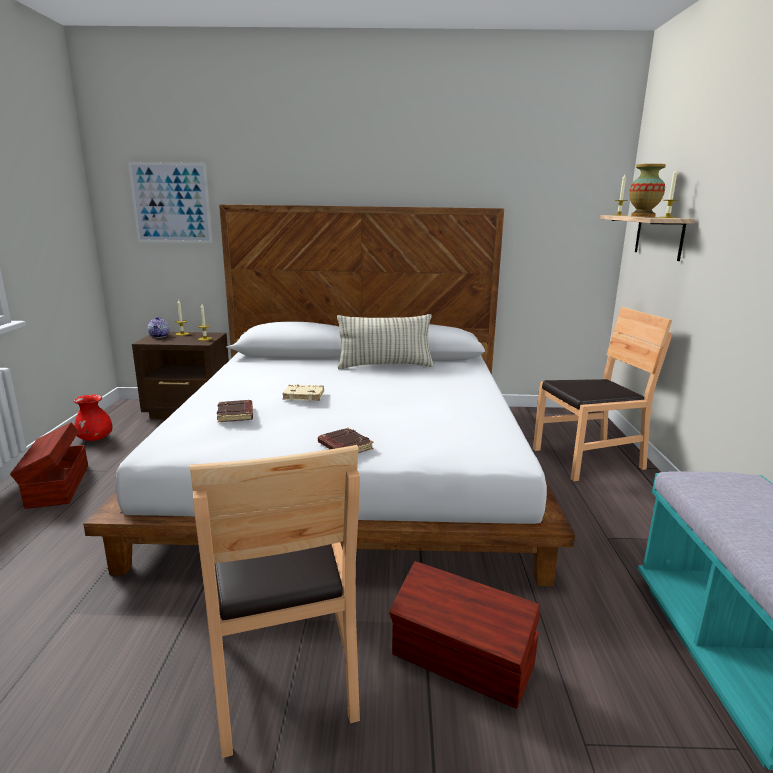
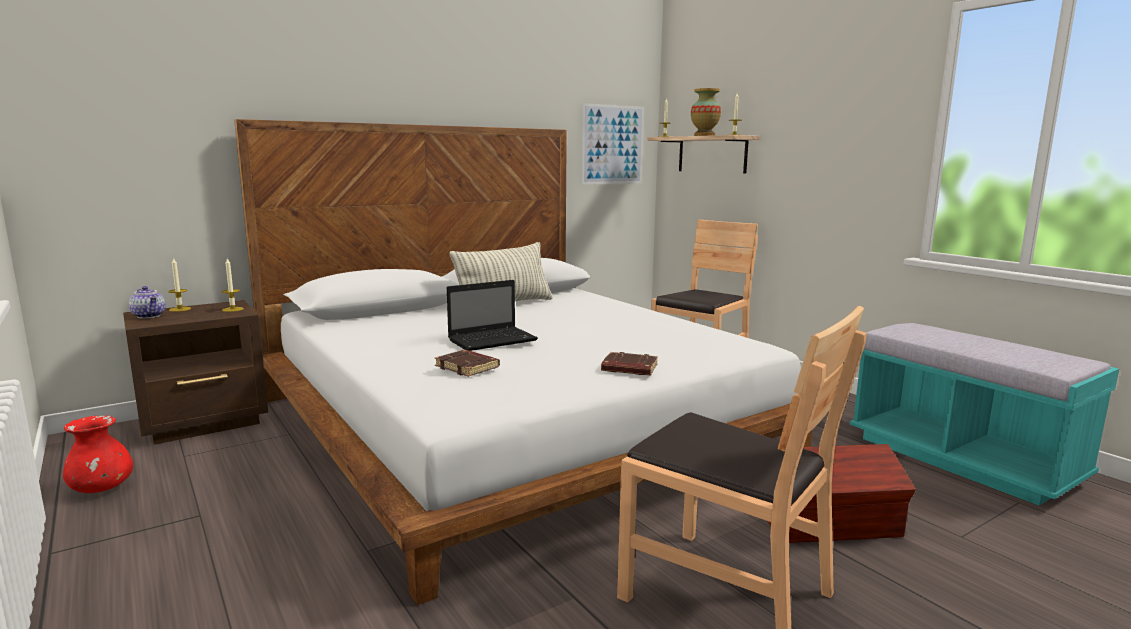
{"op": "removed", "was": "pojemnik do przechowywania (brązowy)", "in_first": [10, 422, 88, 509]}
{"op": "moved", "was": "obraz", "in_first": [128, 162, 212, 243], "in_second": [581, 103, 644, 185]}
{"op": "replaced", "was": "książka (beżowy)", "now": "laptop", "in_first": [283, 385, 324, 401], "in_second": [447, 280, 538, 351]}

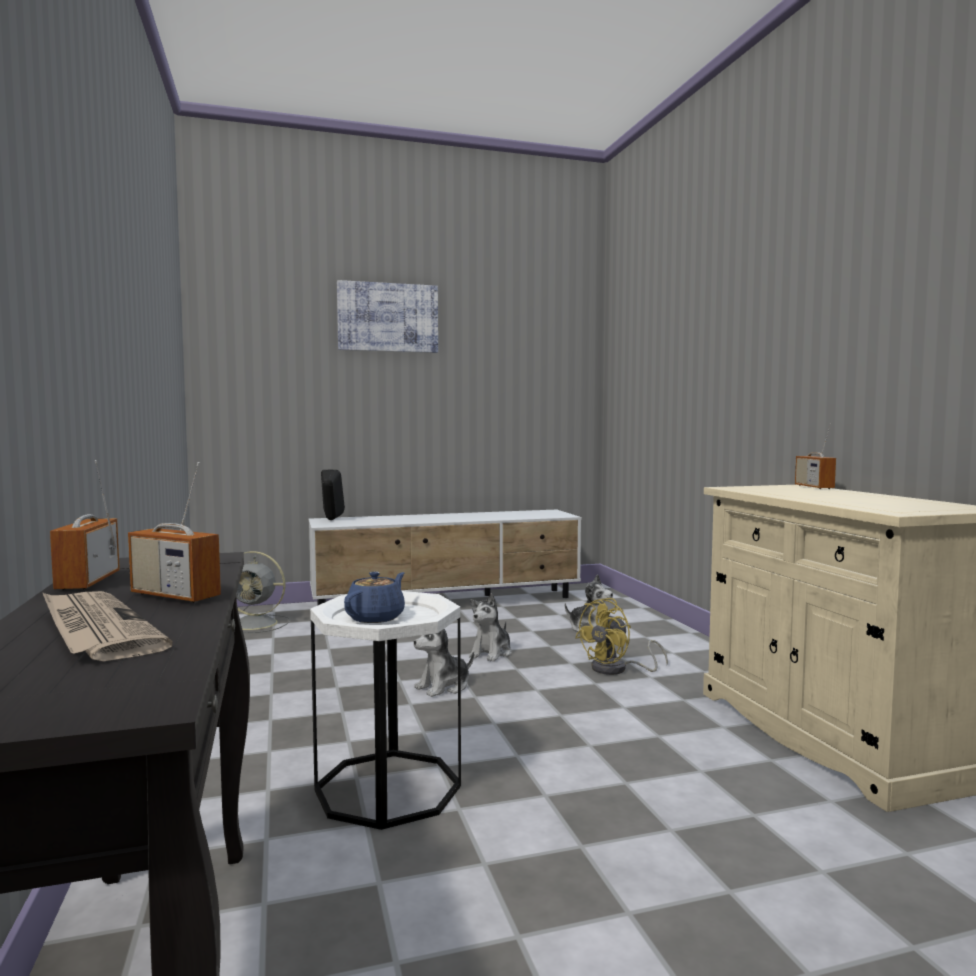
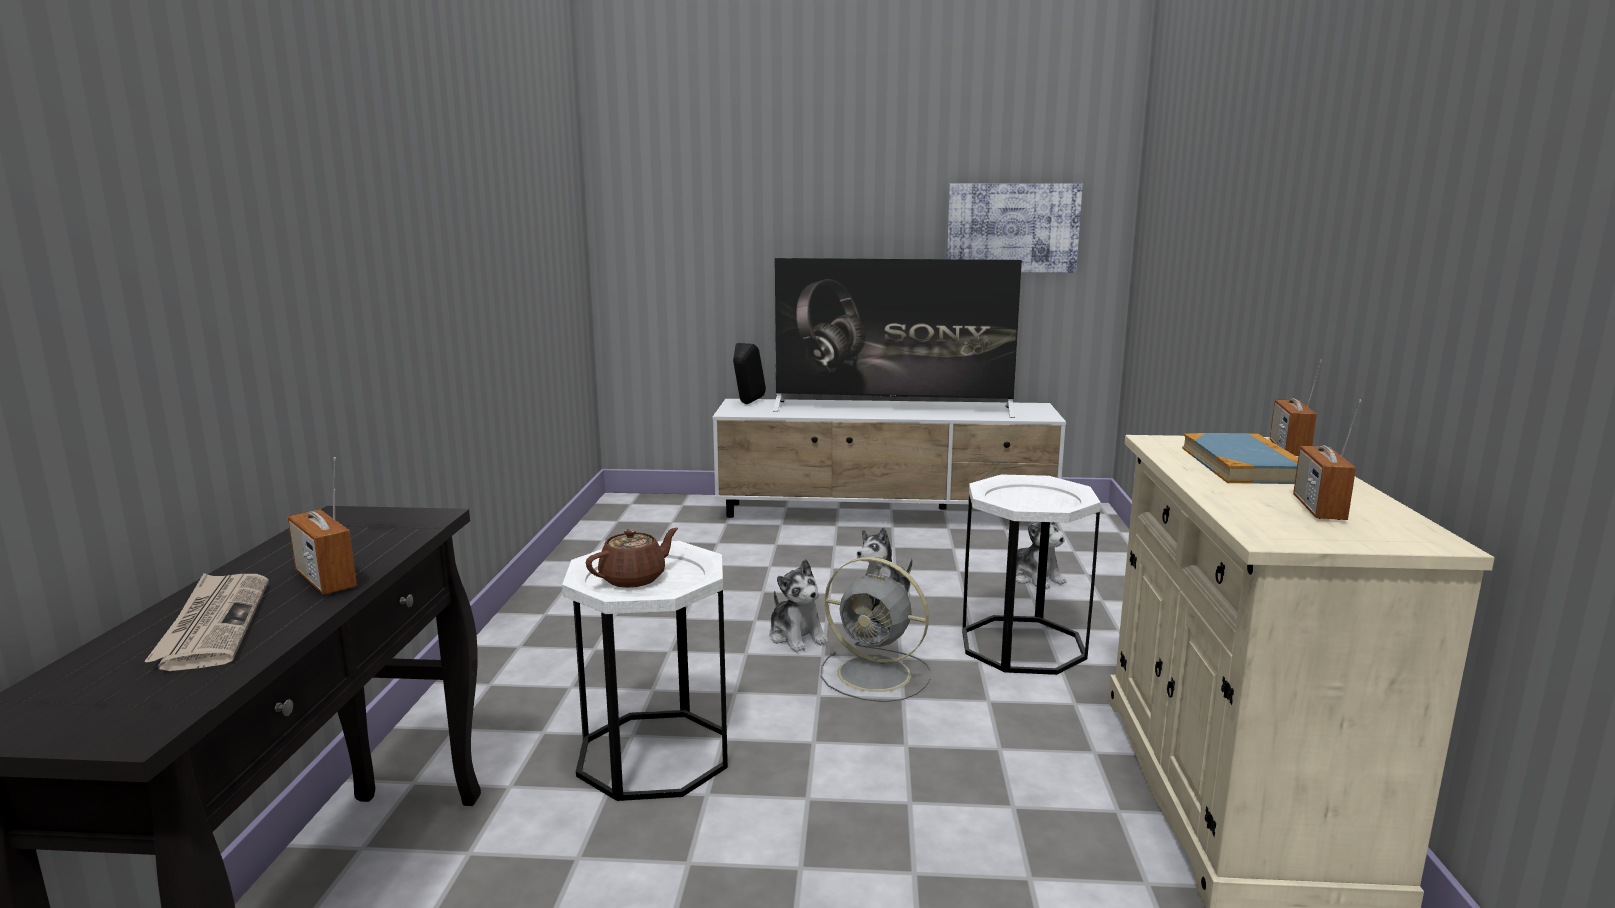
{"op": "moved", "was": "radio", "in_first": [50, 460, 120, 590], "in_second": [1293, 400, 1361, 520]}
{"op": "moved", "was": "wentylator (szary)", "in_first": [236, 551, 290, 633], "in_second": [820, 557, 931, 702]}
{"op": "moved", "was": "obraz", "in_first": [337, 280, 438, 353], "in_second": [947, 183, 1083, 273]}
{"op": "recoloured", "was": "imbryk (niebieski)", "now": "imbryk (brązowy)", "in_first": [344, 572, 405, 623], "in_second": [586, 528, 678, 588]}
{"op": "turned", "was": "pluszak", "in_first": [414, 629, 474, 697], "in_second": [769, 559, 828, 652], "clockwise": -105}
{"op": "replaced", "was": "wentylator (żółty)", "now": "stolik (biały)", "in_first": [575, 598, 668, 675], "in_second": [962, 475, 1101, 675]}
{"op": "added", "now": "telewizor", "in_second": [773, 258, 1022, 418]}
{"op": "added", "now": "książka", "in_second": [1182, 433, 1298, 484]}

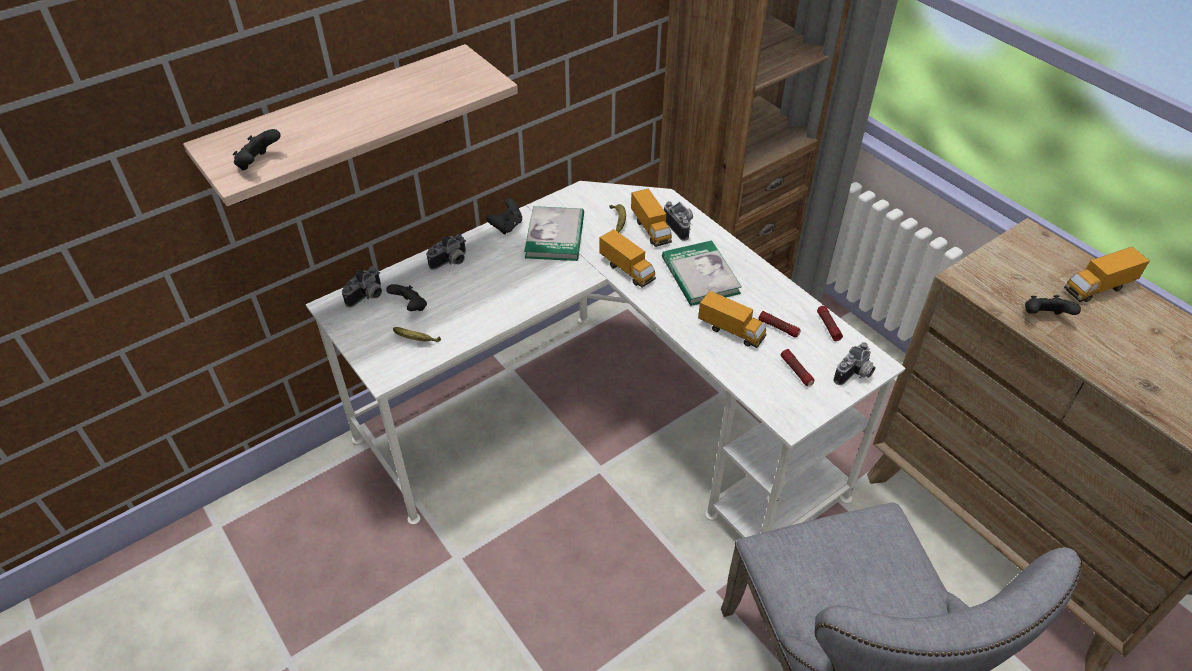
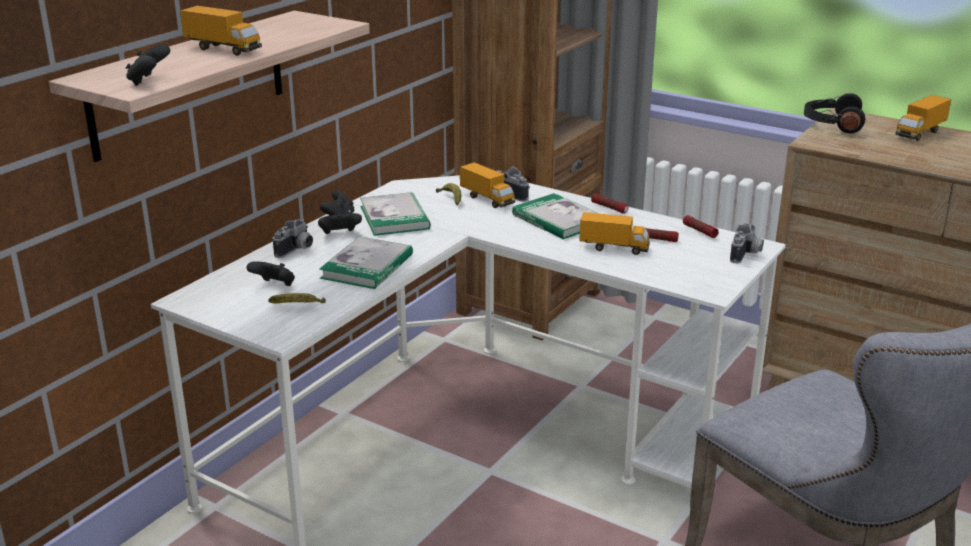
{"op": "removed", "was": "aparat fotograficzny", "in_first": [342, 266, 382, 308]}
{"op": "moved", "was": "ciężarówka zabawkowa", "in_first": [599, 229, 656, 288], "in_second": [180, 6, 262, 56]}
{"op": "moved", "was": "latarka", "in_first": [781, 349, 814, 386], "in_second": [591, 193, 629, 214]}
{"op": "moved", "was": "pad do gier (czarny)", "in_first": [1025, 295, 1081, 315], "in_second": [318, 212, 362, 234]}
{"op": "added", "now": "książka", "in_second": [319, 236, 413, 289]}
{"op": "added", "now": "słuchawki (czarny)", "in_second": [804, 93, 865, 133]}

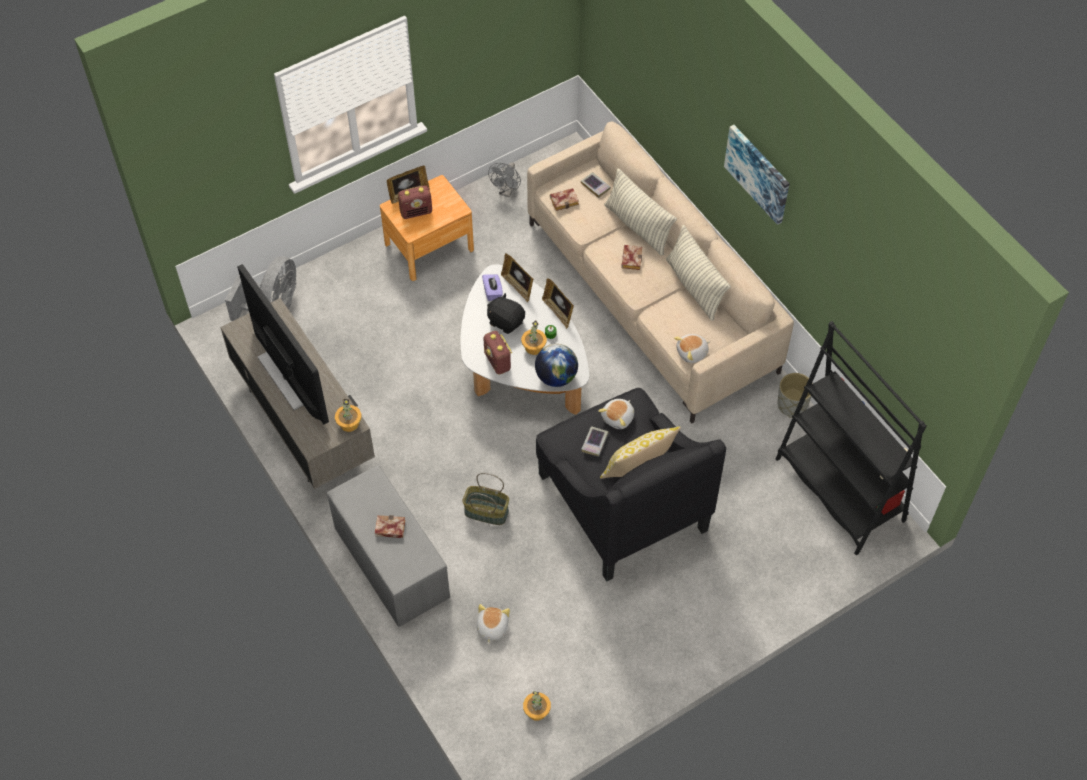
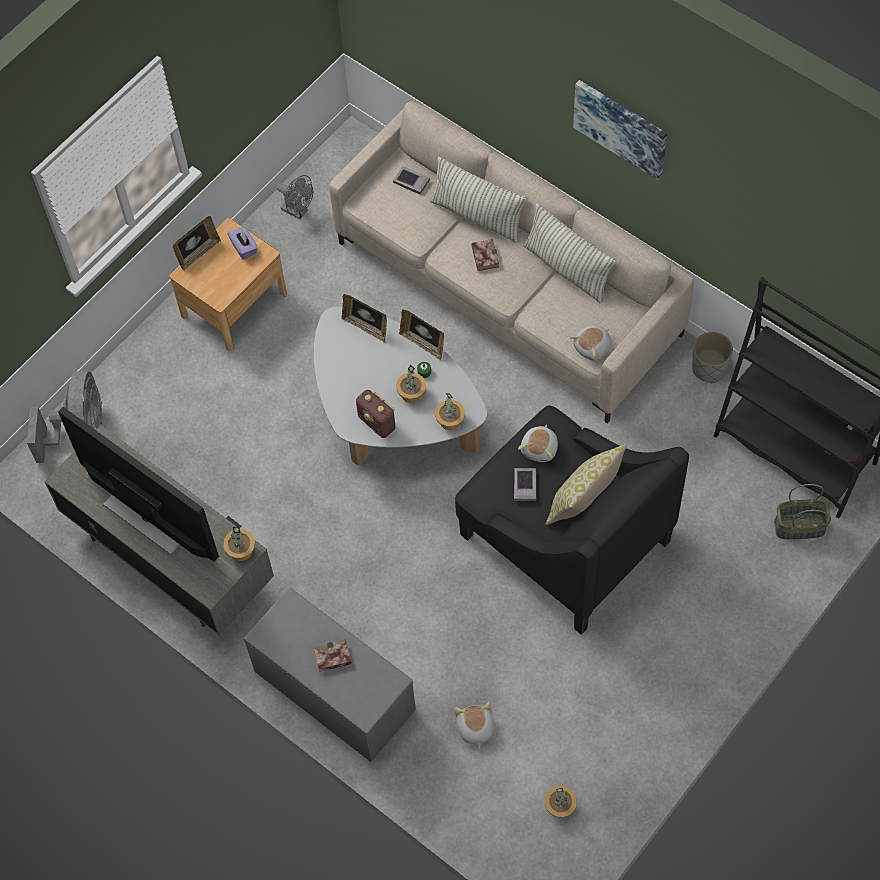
{"op": "removed", "was": "radio", "in_first": [398, 186, 432, 219]}
{"op": "moved", "was": "koszyk", "in_first": [462, 473, 509, 525], "in_second": [774, 484, 831, 539]}
{"op": "moved", "was": "pudełko chusteczek (fioletowy)", "in_first": [482, 275, 503, 301], "in_second": [228, 227, 258, 260]}
{"op": "removed", "was": "pluszak (czarny)", "in_first": [487, 293, 525, 334]}
{"op": "turned", "was": "wentylator (szary)", "in_first": [488, 162, 521, 197], "in_second": [276, 175, 313, 219], "clockwise": -60}
{"op": "replaced", "was": "globus", "now": "roślina doniczkowa", "in_first": [535, 344, 578, 387], "in_second": [435, 393, 465, 430]}
{"op": "removed", "was": "książka", "in_first": [550, 188, 579, 211]}

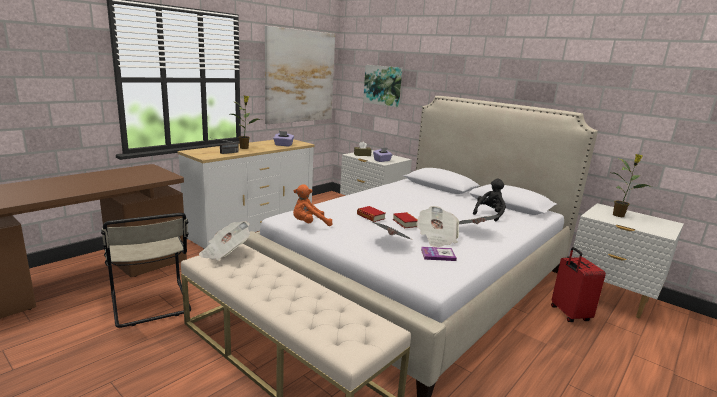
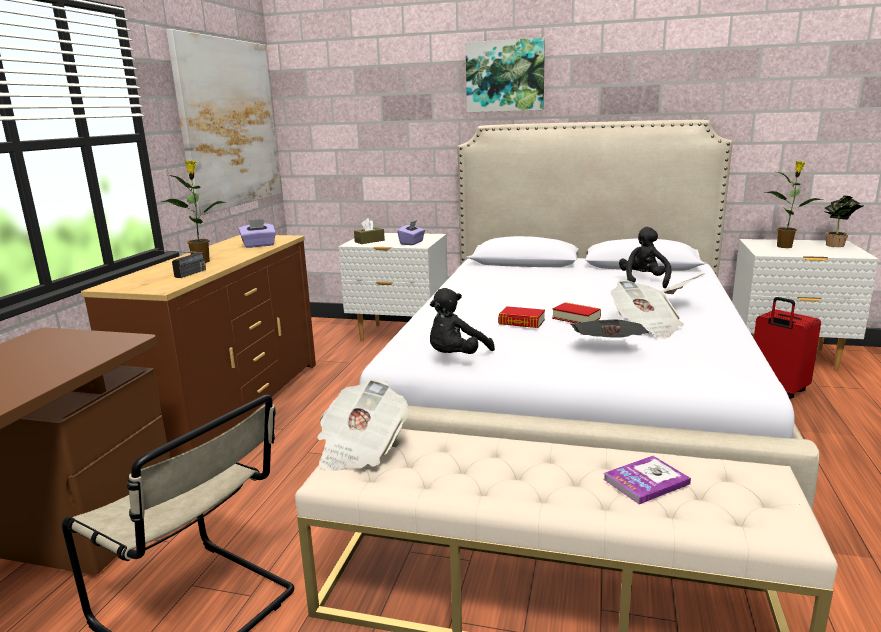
{"op": "recoloured", "was": "komoda (biały)", "now": "komoda (brązowy)", "in_first": [177, 139, 314, 249], "in_second": [81, 235, 316, 458]}
{"op": "recoloured", "was": "pluszak (pomarańczowy)", "now": "pluszak (czarny)", "in_first": [293, 184, 332, 226], "in_second": [430, 288, 495, 354]}
{"op": "moved", "was": "obraz", "in_first": [363, 65, 402, 107], "in_second": [466, 38, 545, 112]}
{"op": "moved", "was": "książka", "in_first": [421, 247, 457, 261], "in_second": [603, 456, 691, 504]}
{"op": "added", "now": "roślina doniczkowa", "in_second": [823, 196, 863, 247]}

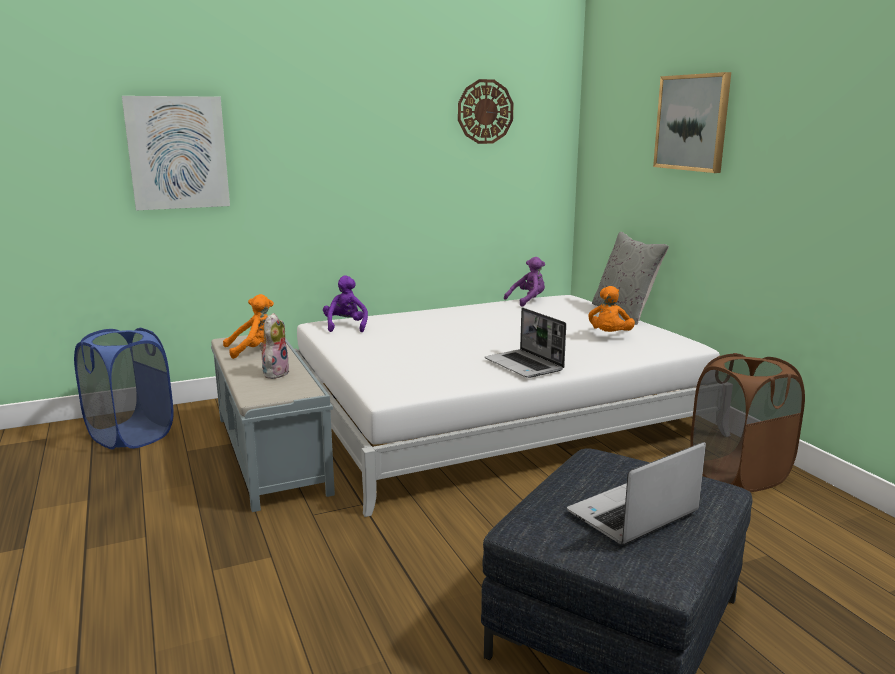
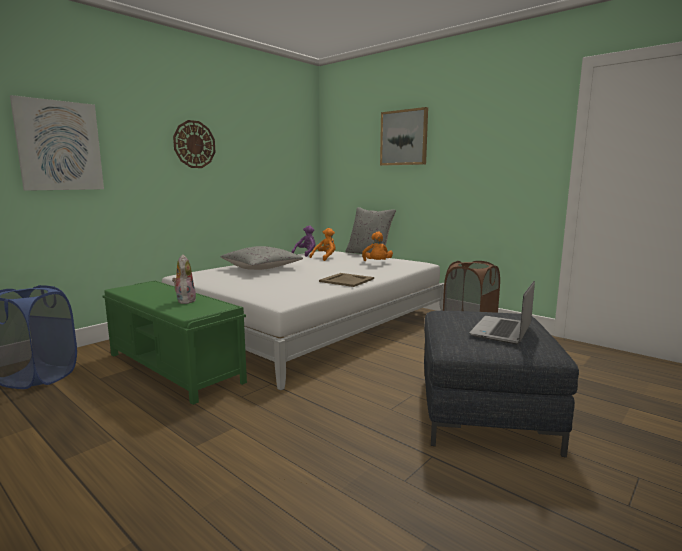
{"op": "recoloured", "was": "ławka (szary)", "now": "ławka (zielony)", "in_first": [211, 335, 335, 512], "in_second": [102, 281, 247, 405]}
{"op": "moved", "was": "pluszak (pomarańczowy)", "in_first": [223, 294, 274, 359], "in_second": [309, 228, 336, 261]}
{"op": "removed", "was": "pluszak (fioletowy)", "in_first": [323, 275, 368, 332]}
{"op": "moved", "was": "zegar ścienny", "in_first": [458, 79, 514, 144], "in_second": [173, 120, 215, 168]}
{"op": "replaced", "was": "laptop", "now": "taca (beżowy)", "in_first": [485, 308, 566, 378], "in_second": [319, 273, 374, 287]}
{"op": "added", "now": "poduszka (szary)", "in_second": [220, 246, 303, 270]}

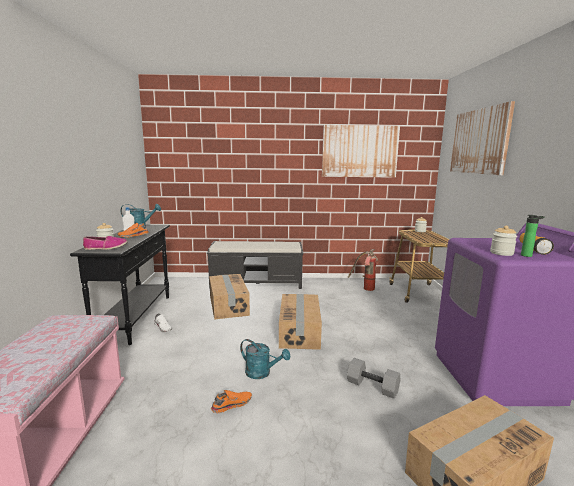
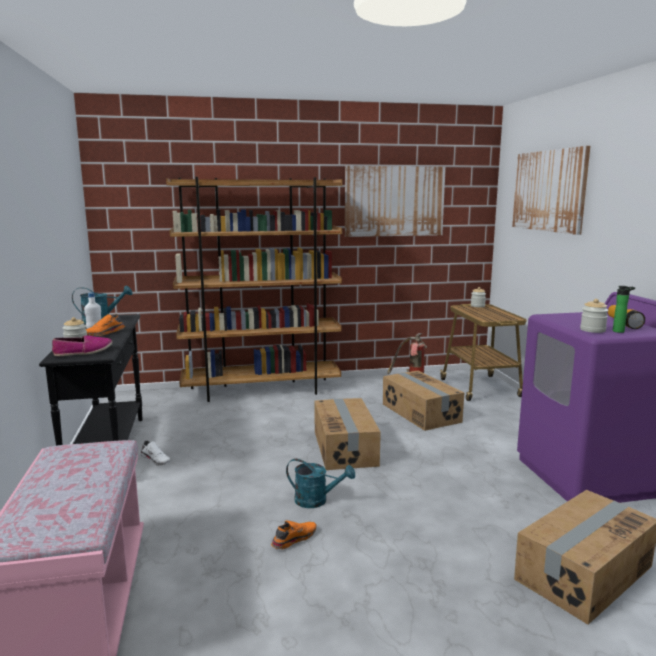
{"op": "replaced", "was": "ławka (czarny)", "now": "regał (brązowy)", "in_first": [207, 241, 304, 289], "in_second": [166, 177, 342, 402]}
{"op": "moved", "was": "karton", "in_first": [209, 274, 250, 320], "in_second": [383, 371, 464, 431]}
{"op": "removed", "was": "hantel (szary)", "in_first": [347, 358, 401, 399]}

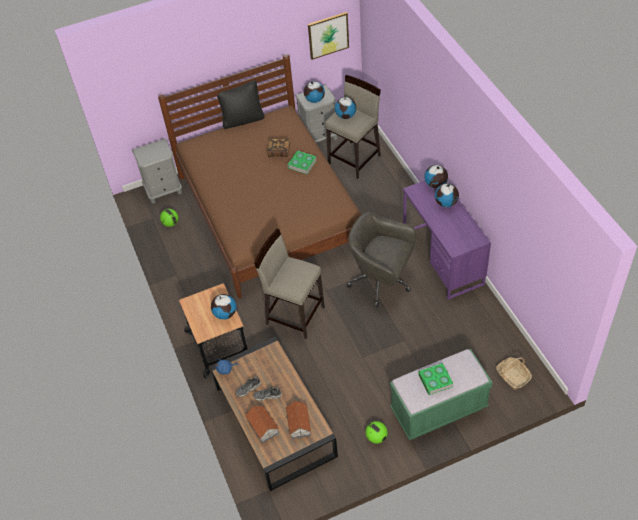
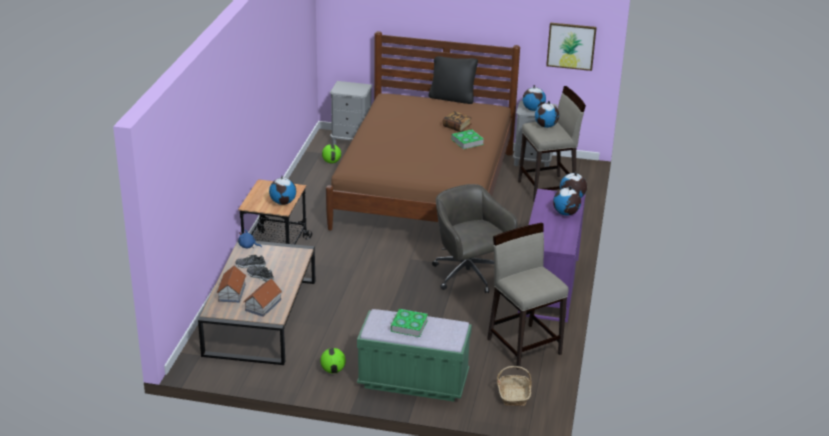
{"op": "moved", "was": "stołek (beżowy)", "in_first": [254, 229, 325, 339], "in_second": [487, 223, 569, 369]}

